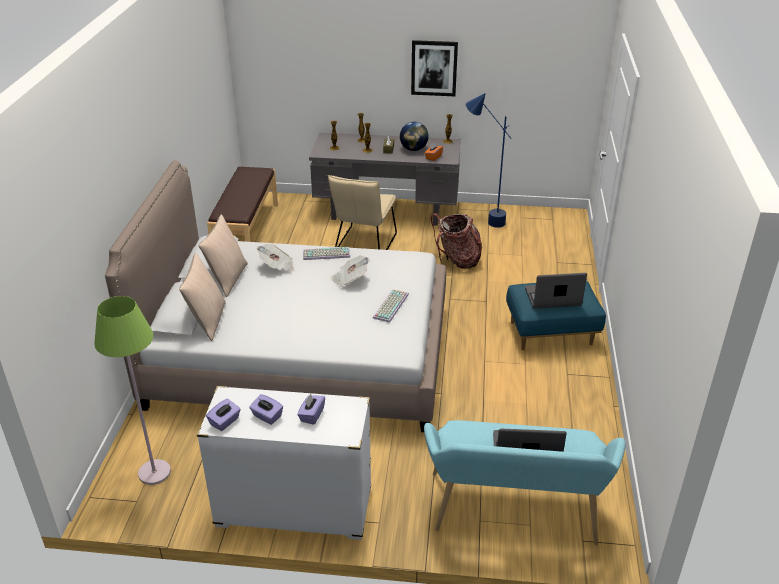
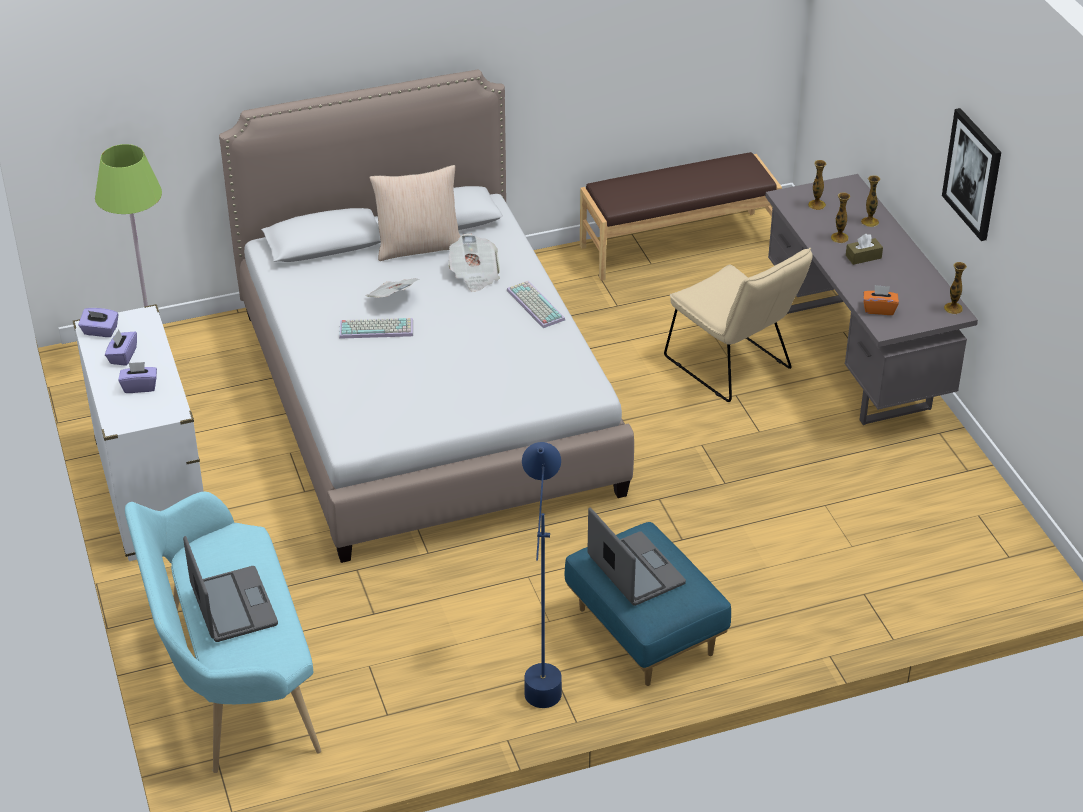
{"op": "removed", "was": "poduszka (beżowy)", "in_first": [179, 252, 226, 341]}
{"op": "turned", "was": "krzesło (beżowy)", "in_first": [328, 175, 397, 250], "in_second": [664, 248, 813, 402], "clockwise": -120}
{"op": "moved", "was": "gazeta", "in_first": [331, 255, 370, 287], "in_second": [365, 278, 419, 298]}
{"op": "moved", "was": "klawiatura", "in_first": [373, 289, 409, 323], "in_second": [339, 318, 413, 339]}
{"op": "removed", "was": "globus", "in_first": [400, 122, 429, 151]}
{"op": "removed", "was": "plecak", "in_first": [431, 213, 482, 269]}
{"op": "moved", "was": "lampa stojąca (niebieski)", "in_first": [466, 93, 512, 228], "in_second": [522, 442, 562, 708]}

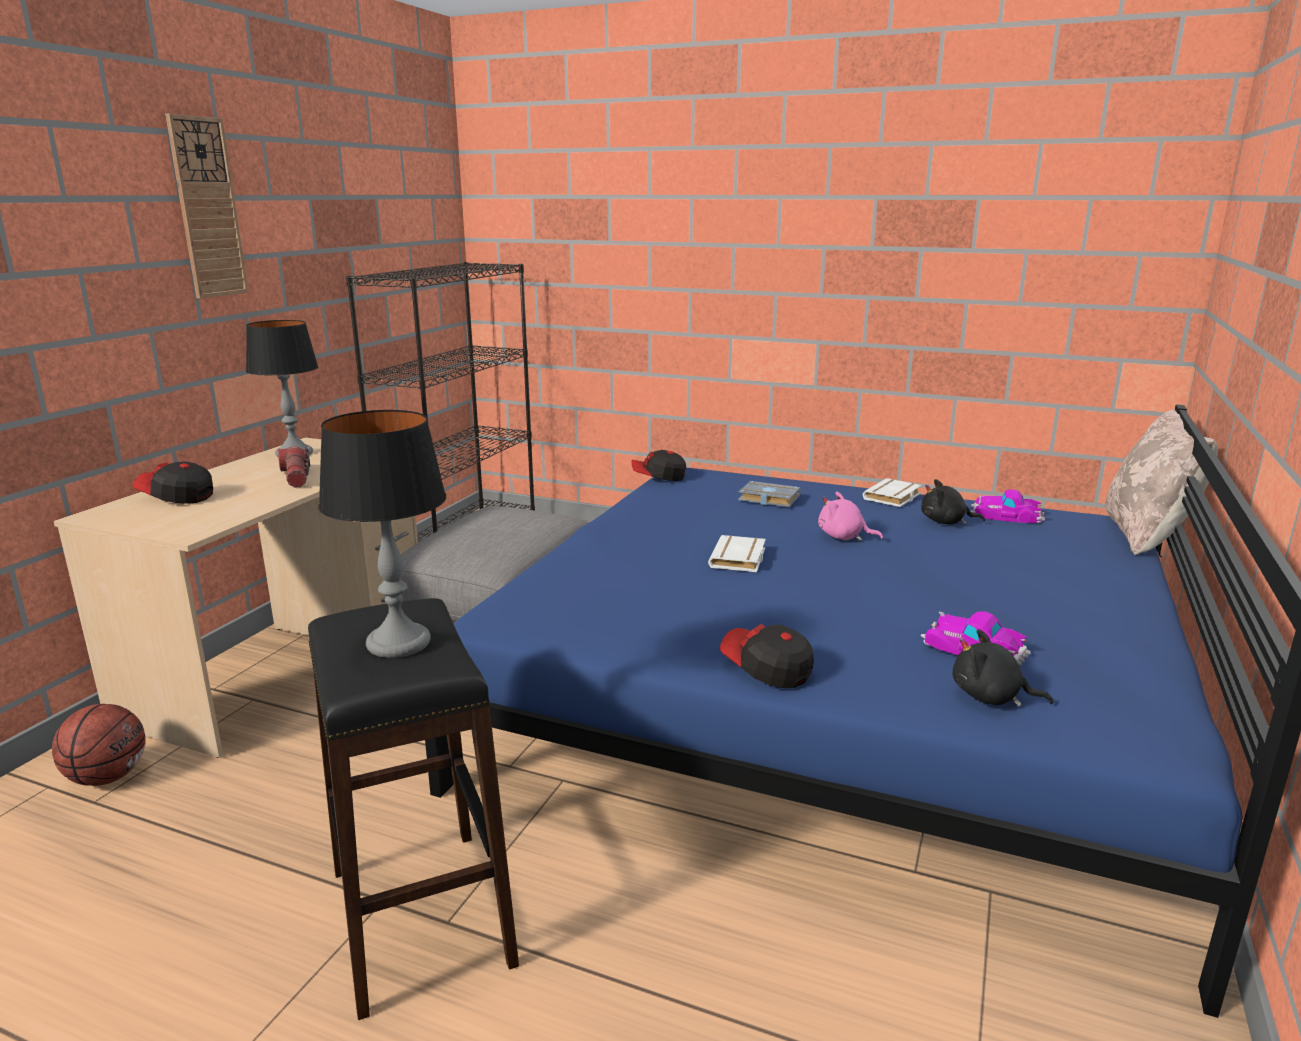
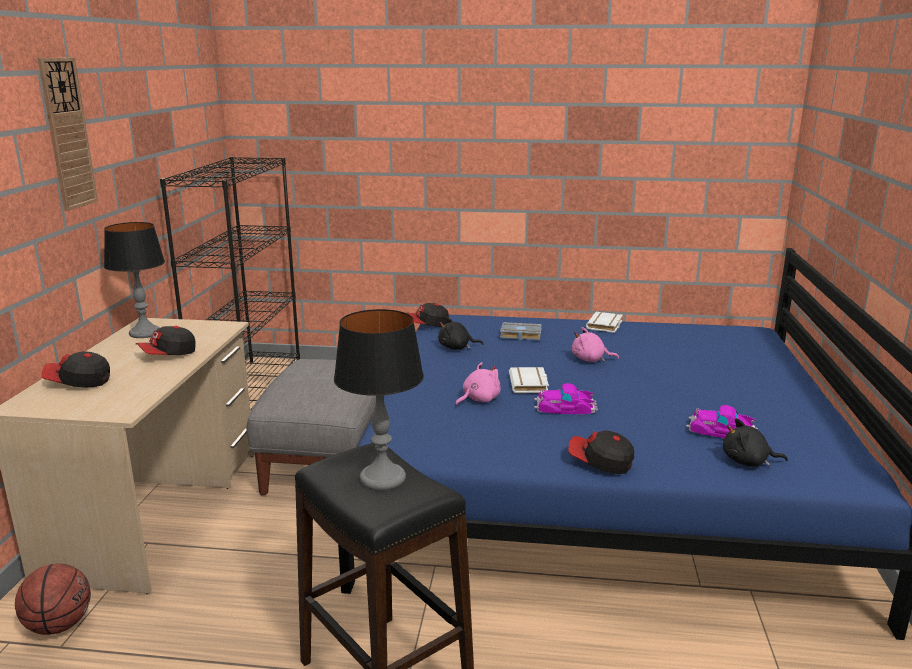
{"op": "replaced", "was": "latarka", "now": "czapka z daszkiem", "in_first": [278, 446, 310, 488], "in_second": [136, 326, 196, 355]}
{"op": "moved", "was": "pluszak (czarny)", "in_first": [921, 479, 985, 525], "in_second": [438, 317, 483, 350]}
{"op": "moved", "was": "samochodzik", "in_first": [971, 489, 1045, 523], "in_second": [534, 383, 598, 414]}
{"op": "removed", "was": "poduszka (beżowy)", "in_first": [1105, 409, 1217, 556]}
{"op": "added", "now": "pluszak (różowy)", "in_second": [455, 362, 501, 406]}

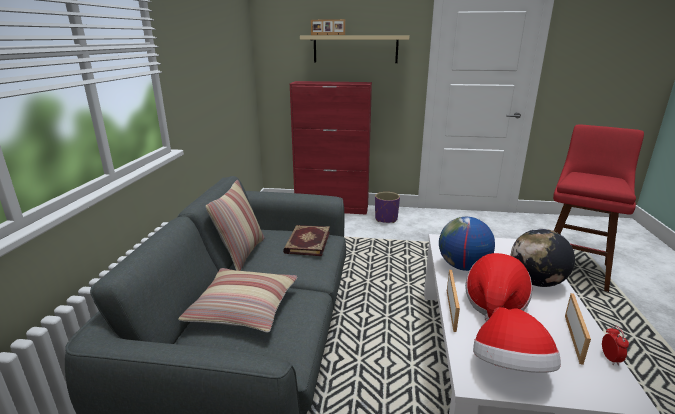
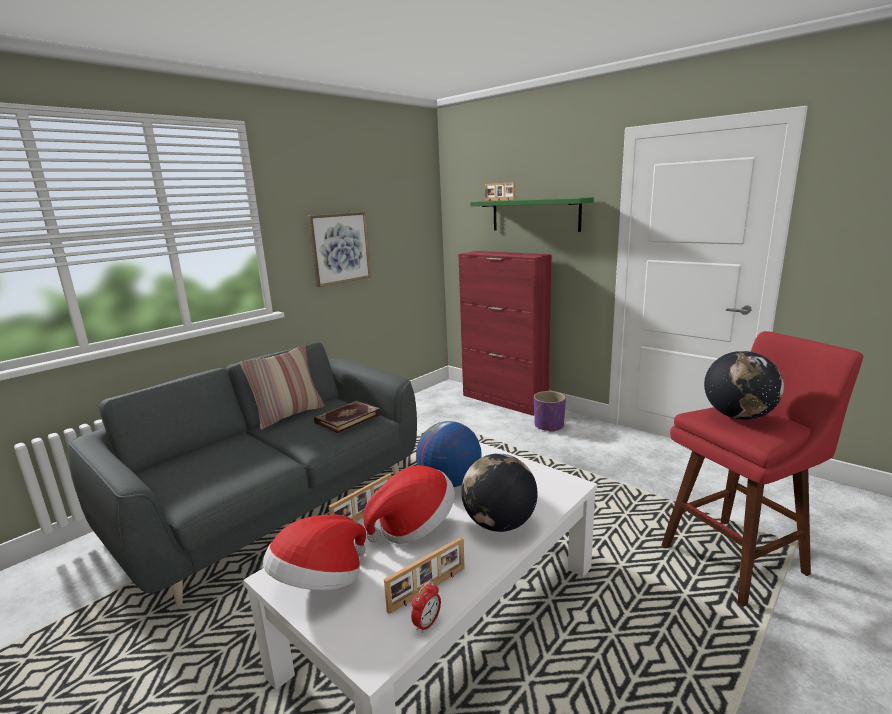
{"op": "removed", "was": "poduszka", "in_first": [178, 268, 297, 333]}
{"op": "recoloured", "was": "półka (beżowy)", "now": "półka (zielony)", "in_first": [300, 35, 409, 63], "in_second": [470, 197, 594, 232]}
{"op": "added", "now": "obraz", "in_second": [308, 212, 371, 287]}
{"op": "added", "now": "globus", "in_second": [704, 351, 784, 420]}

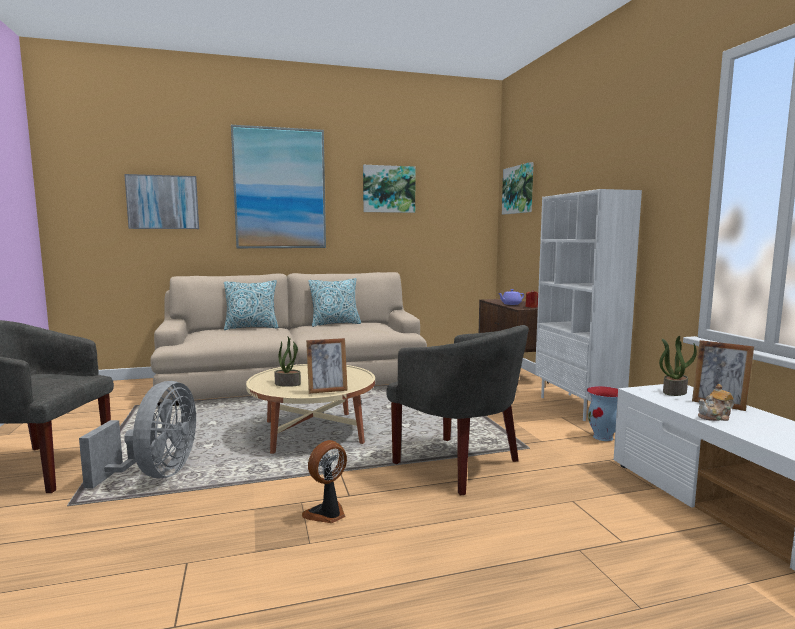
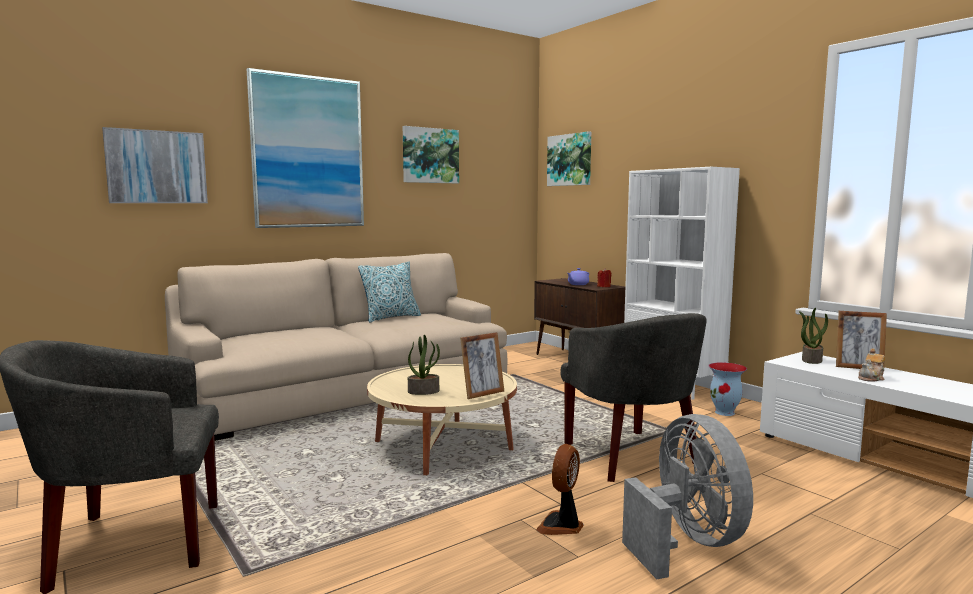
{"op": "moved", "was": "wentylator (szary)", "in_first": [79, 381, 196, 489], "in_second": [622, 414, 753, 579]}
{"op": "removed", "was": "poduszka", "in_first": [224, 280, 278, 330]}
{"op": "turned", "was": "fotel (szary)", "in_first": [386, 325, 529, 496], "in_second": [560, 313, 707, 482], "clockwise": 45}

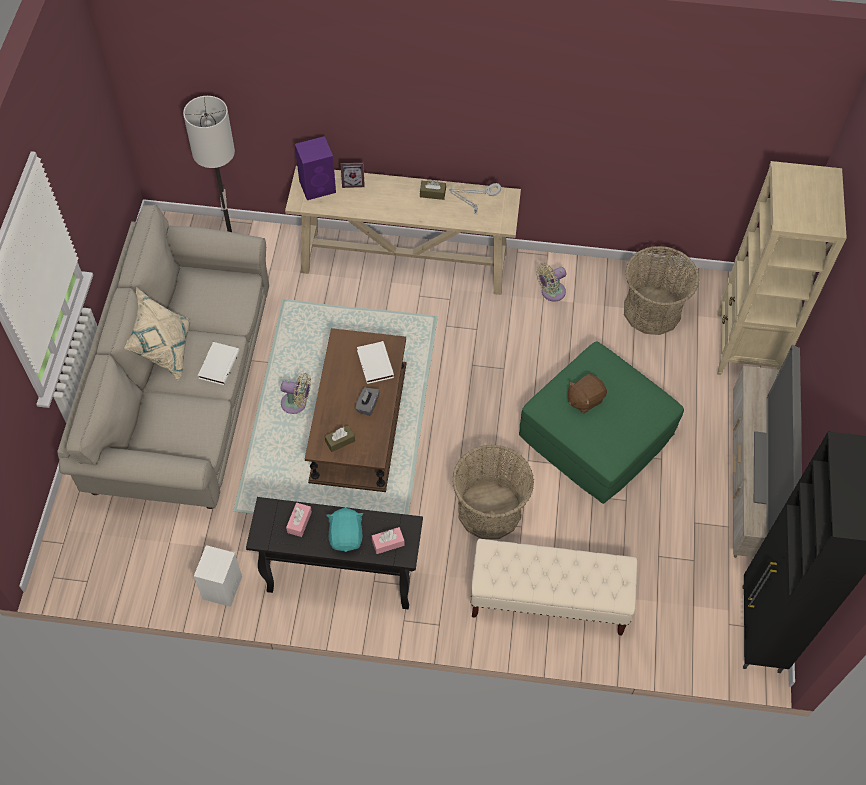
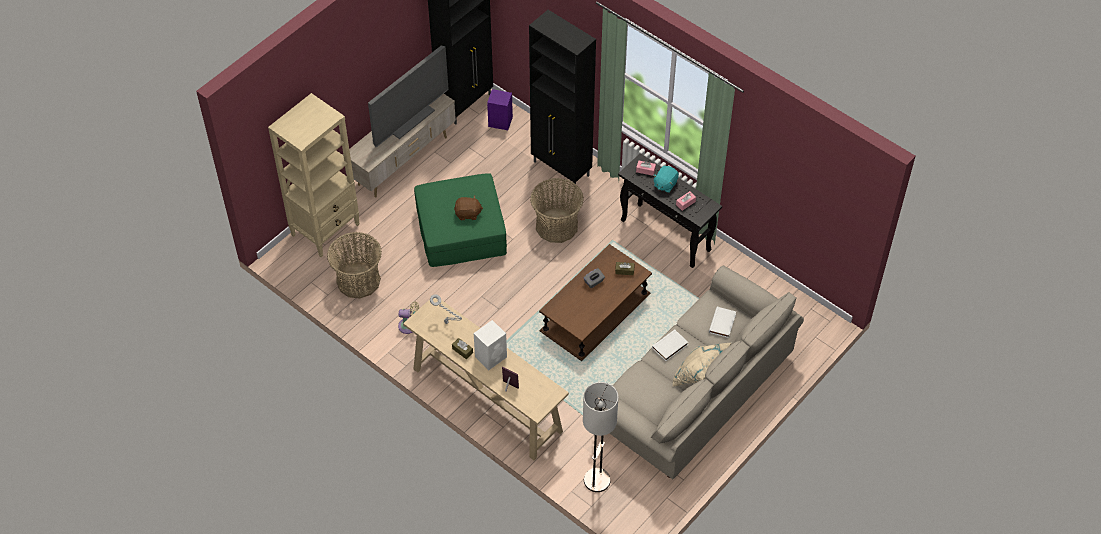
{"op": "moved", "was": "głośnik (biały)", "in_first": [194, 545, 242, 607], "in_second": [474, 320, 507, 370]}
{"op": "removed", "was": "wentylator (beżowy)", "in_first": [281, 373, 311, 414]}
{"op": "moved", "was": "głośnik (fioletowy)", "in_first": [295, 136, 336, 200], "in_second": [487, 89, 513, 130]}
{"op": "moved", "was": "książka (biały)", "in_first": [357, 341, 394, 384], "in_second": [709, 307, 736, 338]}
{"op": "replaced", "was": "ławka (beżowy)", "now": "szafka (czarny)", "in_first": [470, 539, 638, 635], "in_second": [529, 10, 596, 189]}

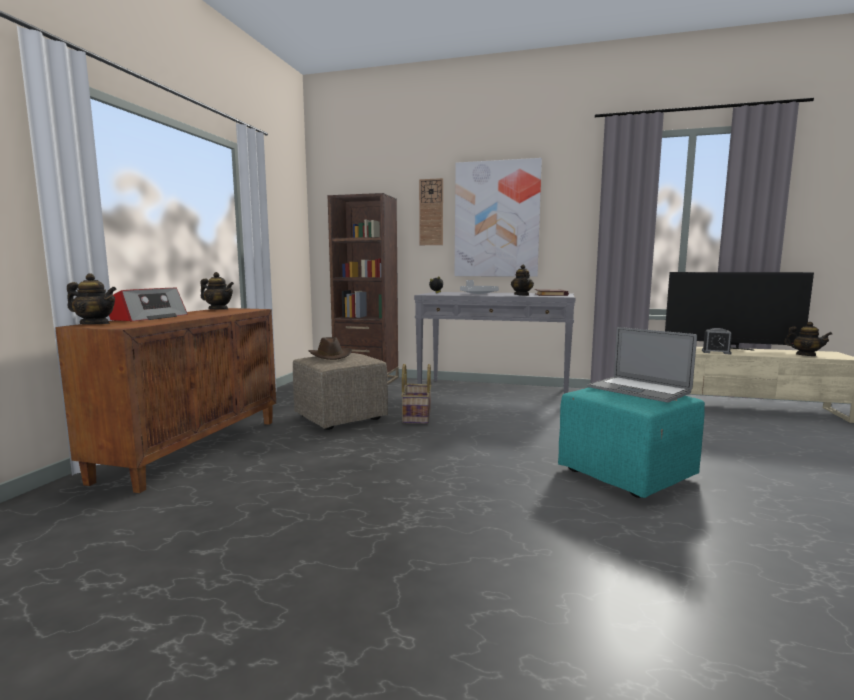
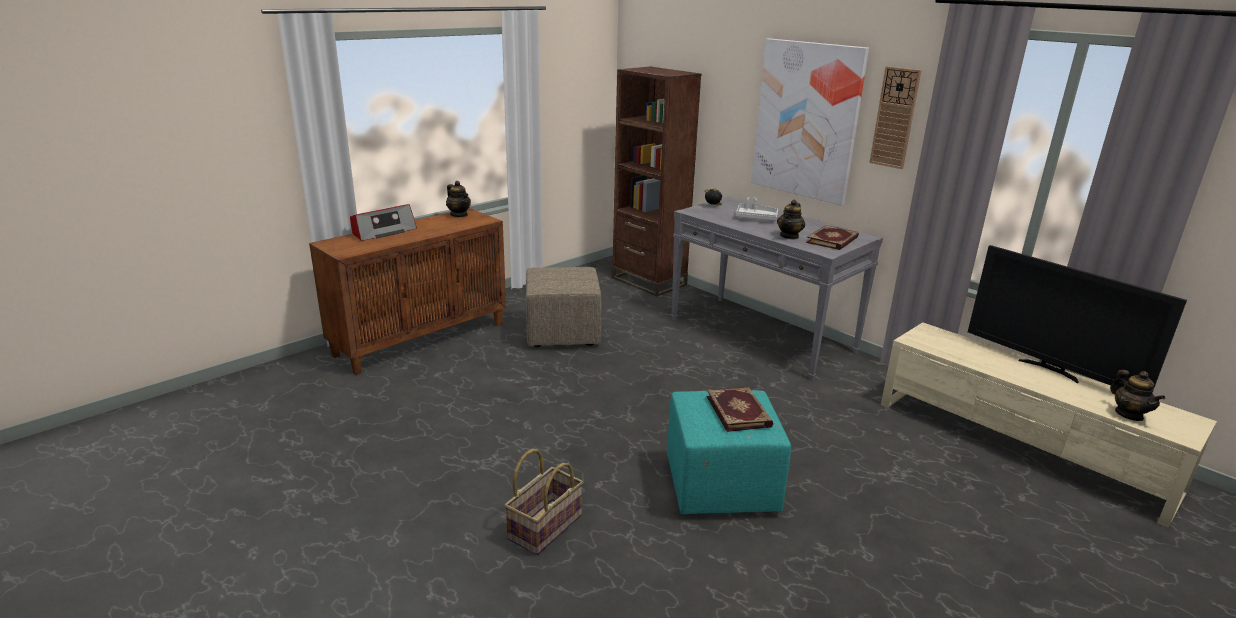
{"op": "removed", "was": "imbryk", "in_first": [67, 273, 117, 324]}
{"op": "removed", "was": "kapelusz (brązowy)", "in_first": [308, 337, 352, 360]}
{"op": "moved", "was": "koszyk", "in_first": [401, 364, 432, 424], "in_second": [504, 449, 583, 555]}
{"op": "moved", "was": "zegar ścienny", "in_first": [419, 178, 443, 245], "in_second": [869, 66, 922, 169]}
{"op": "replaced", "was": "laptop", "now": "książka", "in_first": [588, 327, 697, 403], "in_second": [707, 387, 773, 432]}
{"op": "removed", "was": "budzik", "in_first": [702, 328, 732, 354]}

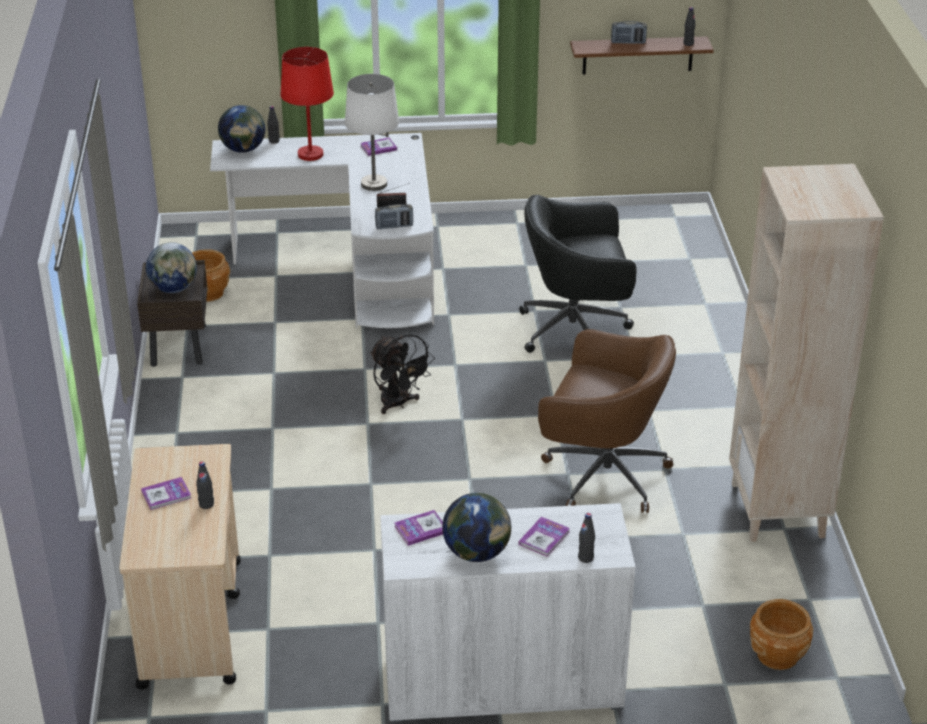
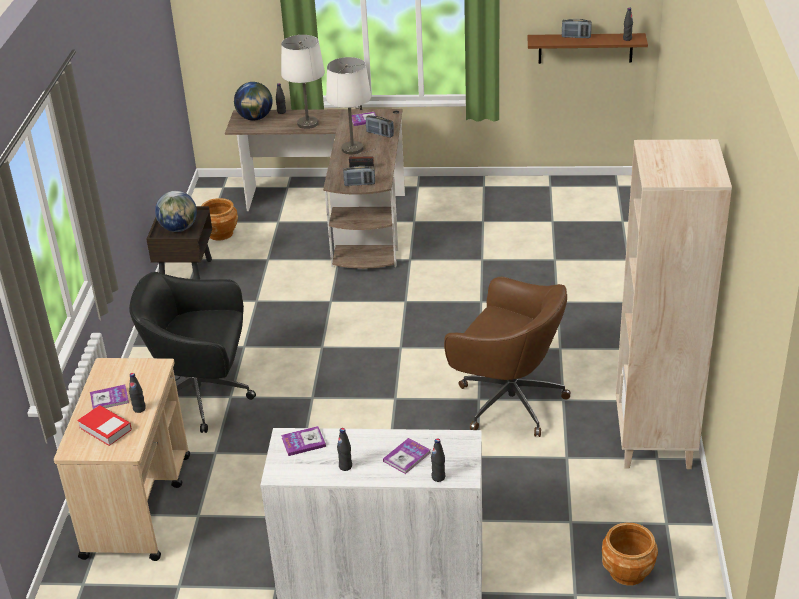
{"op": "recoloured", "was": "biurko (biały)", "now": "biurko (brązowy)", "in_first": [210, 133, 434, 328], "in_second": [225, 109, 405, 269]}
{"op": "recoloured", "was": "lampa stołowa (czerwony)", "now": "lampa stołowa (biały)", "in_first": [280, 47, 334, 161], "in_second": [281, 35, 325, 129]}
{"op": "removed", "was": "wentylator (czarny)", "in_first": [370, 334, 435, 414]}
{"op": "replaced", "was": "globus", "now": "butelka (czarny)", "in_first": [442, 493, 511, 562], "in_second": [337, 428, 352, 471]}
{"op": "moved", "was": "krzesło biurowe (czarny)", "in_first": [519, 195, 636, 353], "in_second": [129, 272, 256, 433]}
{"op": "added", "now": "książka", "in_second": [77, 405, 132, 446]}
{"op": "added", "now": "radio", "in_second": [366, 115, 394, 138]}

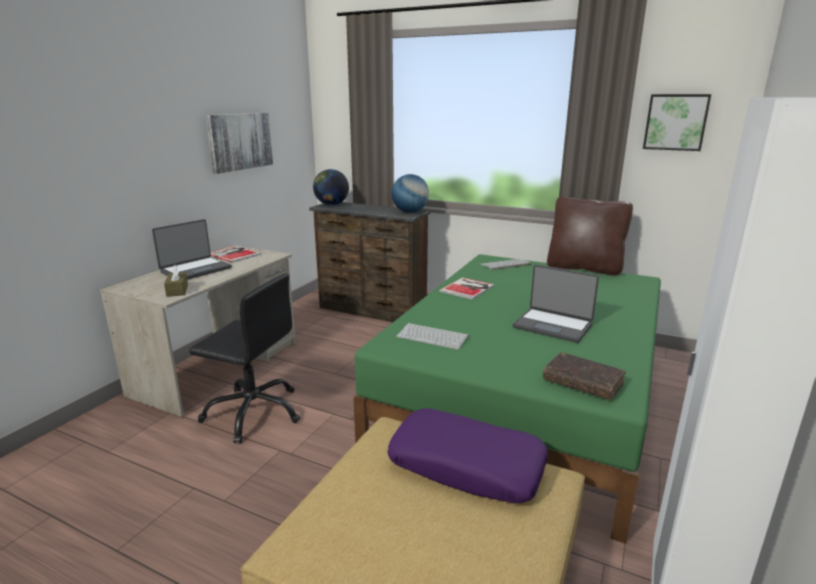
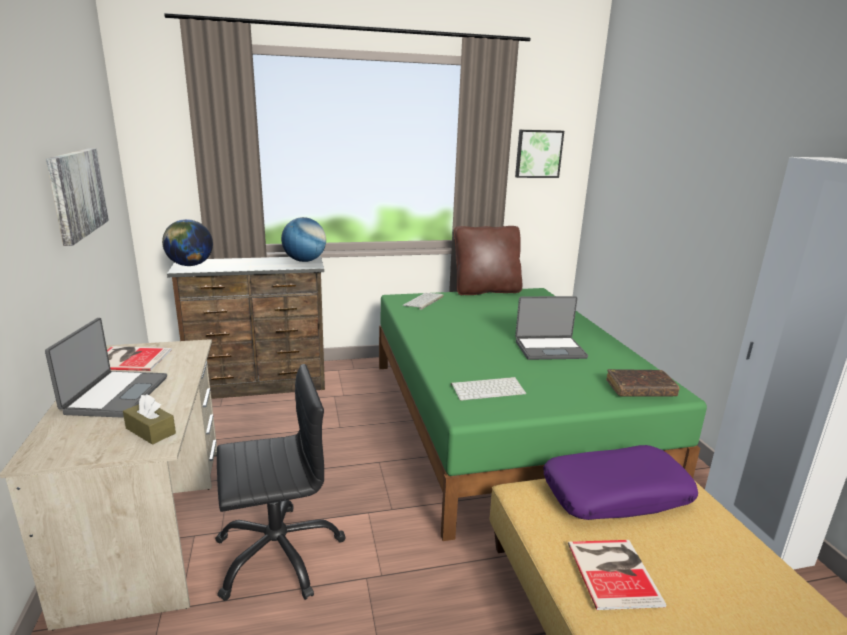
{"op": "moved", "was": "książka", "in_first": [439, 277, 494, 300], "in_second": [568, 540, 667, 610]}

